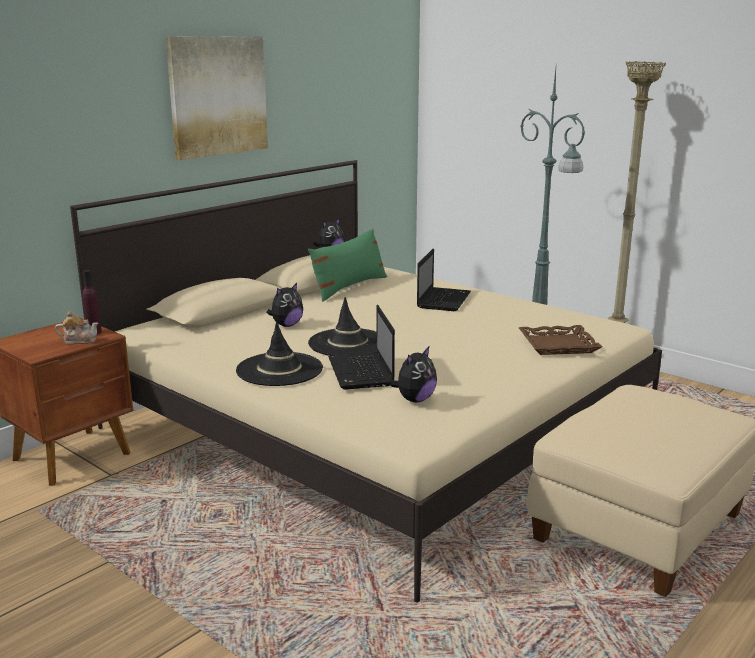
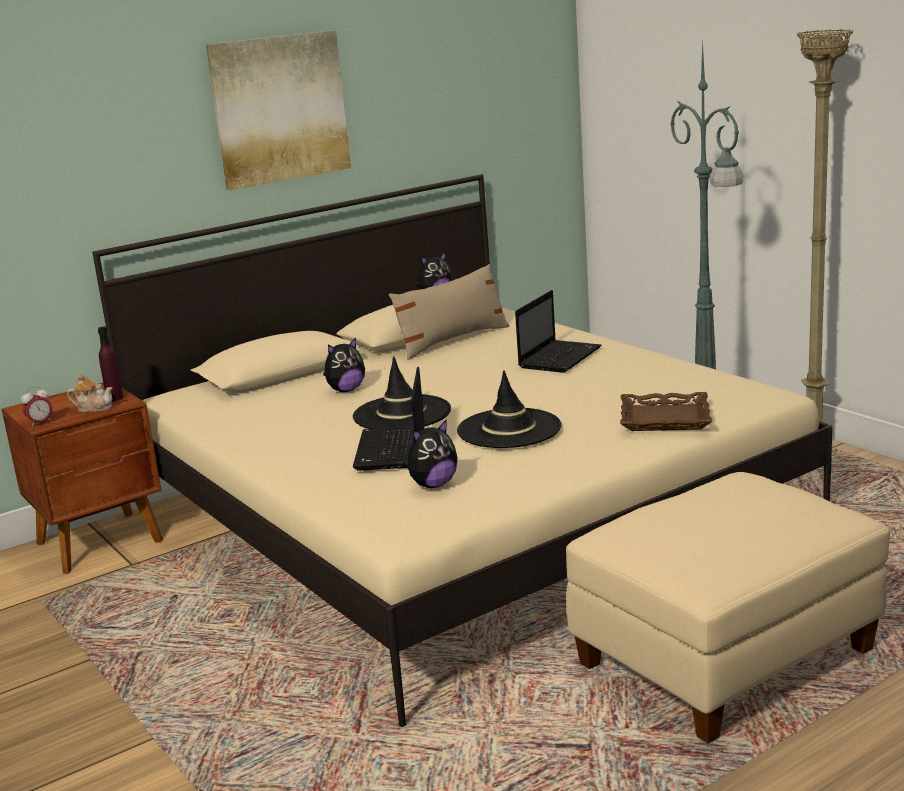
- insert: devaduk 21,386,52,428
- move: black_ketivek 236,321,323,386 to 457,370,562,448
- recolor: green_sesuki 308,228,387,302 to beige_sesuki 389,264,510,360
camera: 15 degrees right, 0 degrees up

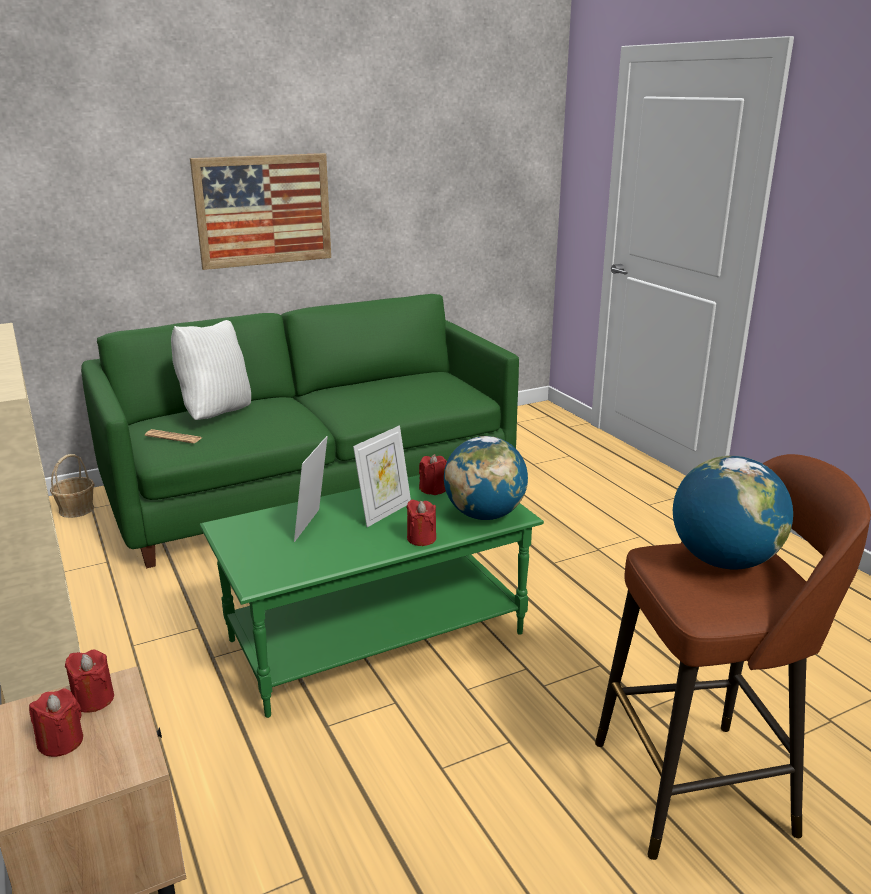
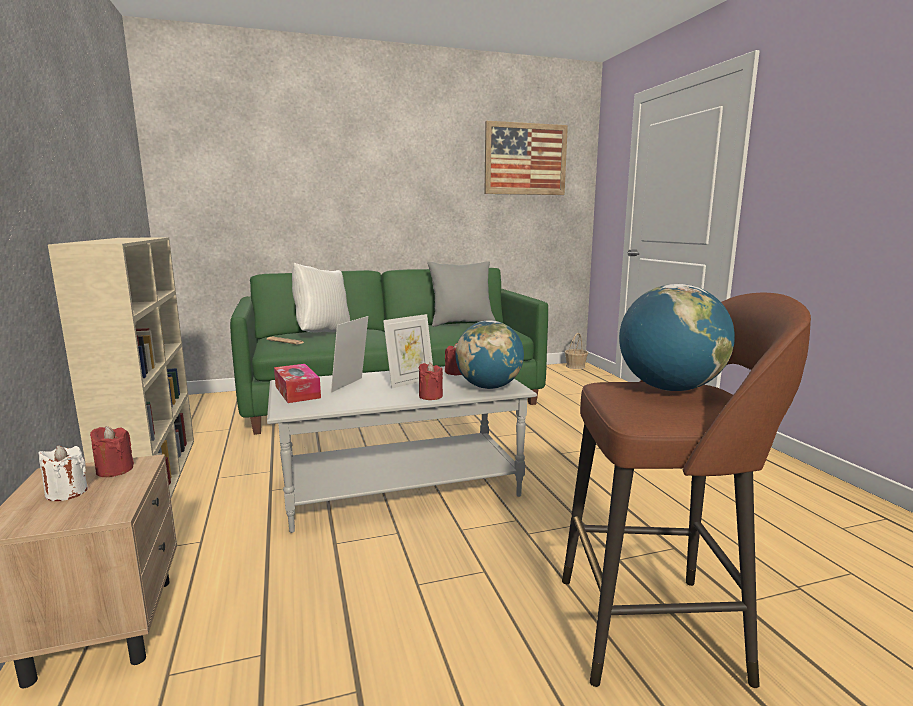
- insert: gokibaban 274,364,321,403
- insert: grey_sesuki 427,261,496,327
- move: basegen 50,454,94,518 to 564,333,588,369
- move: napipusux 190,153,331,270 to 485,121,568,195
- recolor: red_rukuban 29,688,83,757 to white_rukuban 38,446,88,501
- recolor: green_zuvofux 200,475,544,718 to grey_zuvofux 267,366,537,533
camera: 10 degrees right, 10 degrees down

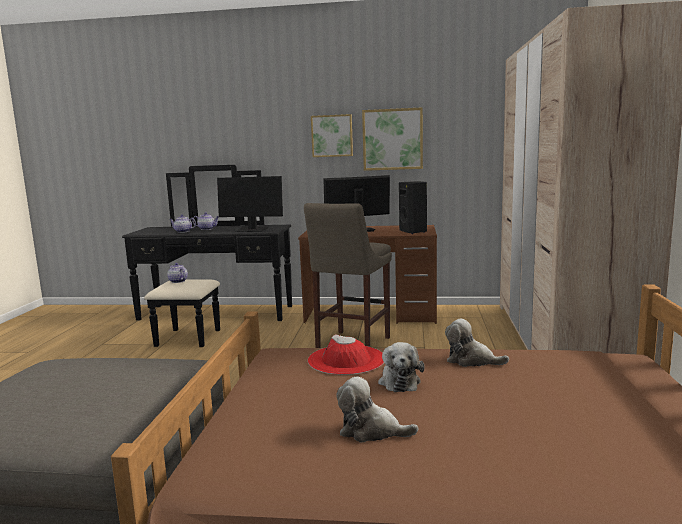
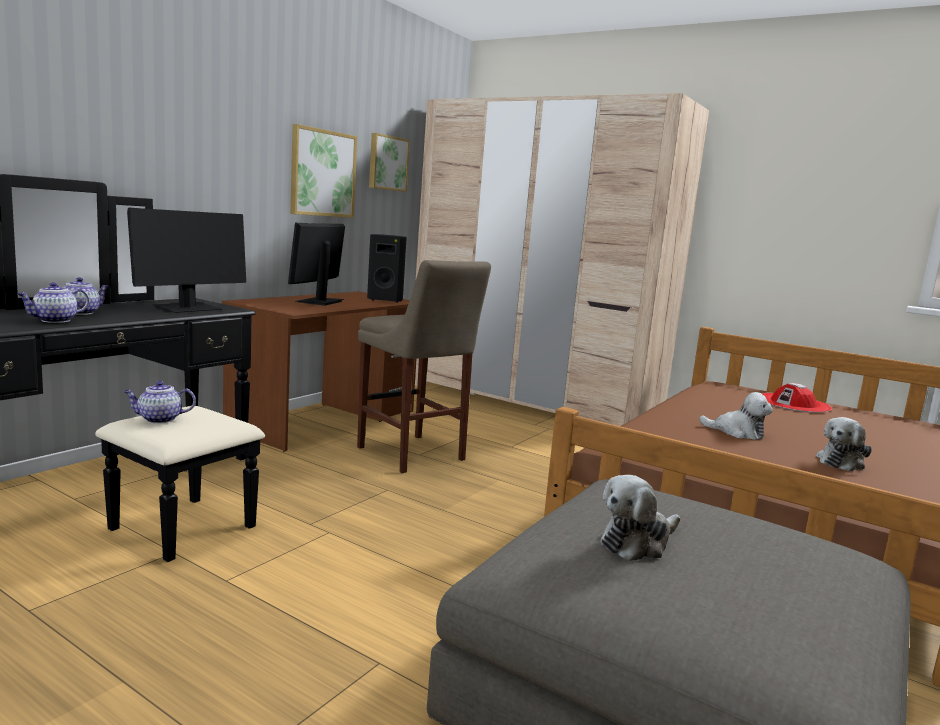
- move: red_ketivek 308,335,384,375 to 761,383,832,413
- move: napipusux 311,114,353,157 to 369,133,410,192
- move: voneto 445,318,509,367 to 600,475,680,561
camera: 65 degrees left, 0 degrees up

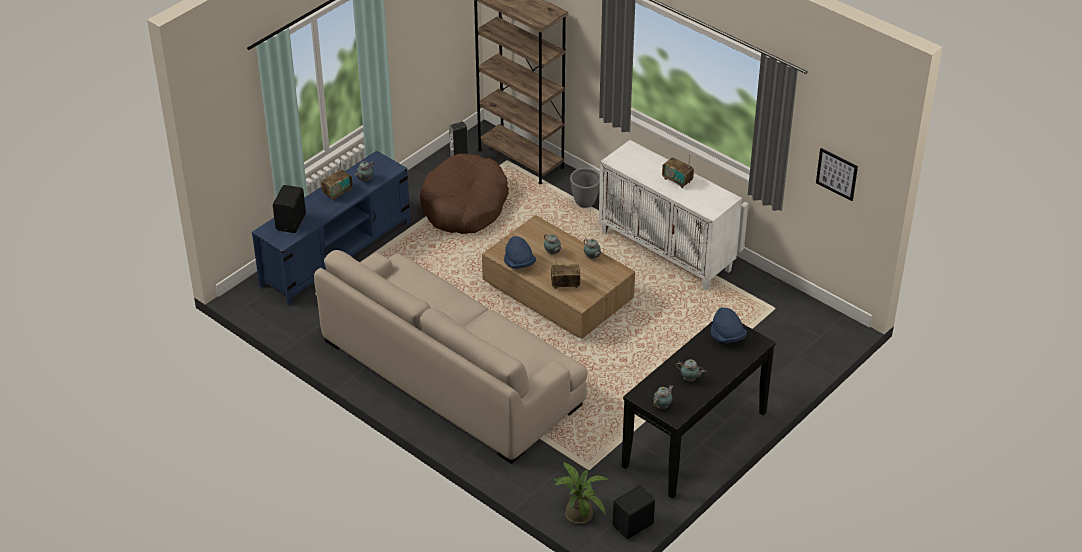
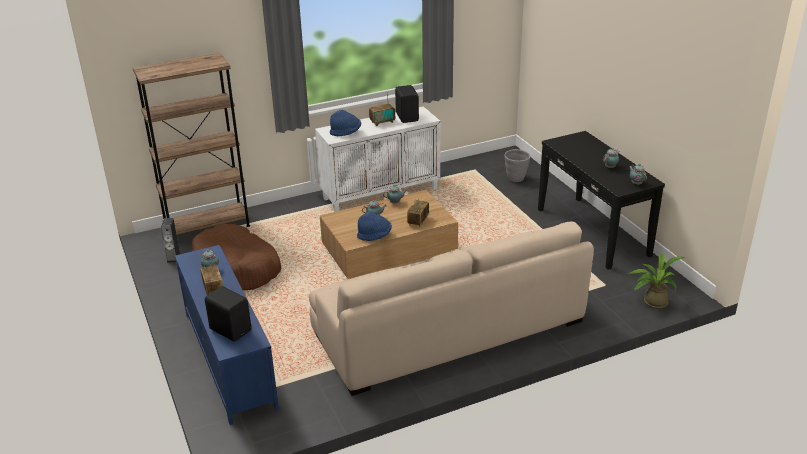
- delete: napipusux 816,148,858,201
- move: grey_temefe 570,168,600,208 to 505,149,531,182
- move: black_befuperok 613,485,655,539 to 395,85,419,123
- move: blue_ketivek 711,307,747,343 to 330,110,361,136
camera: 65 degrees left, 10 degrees down

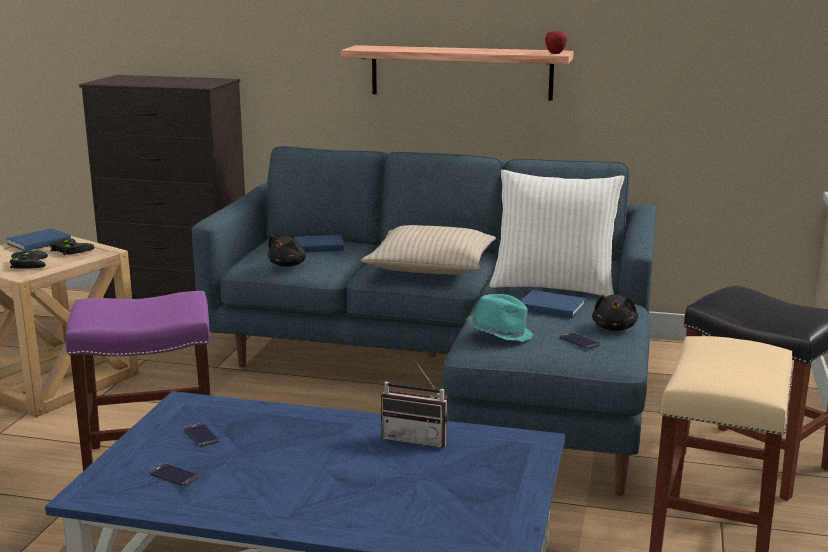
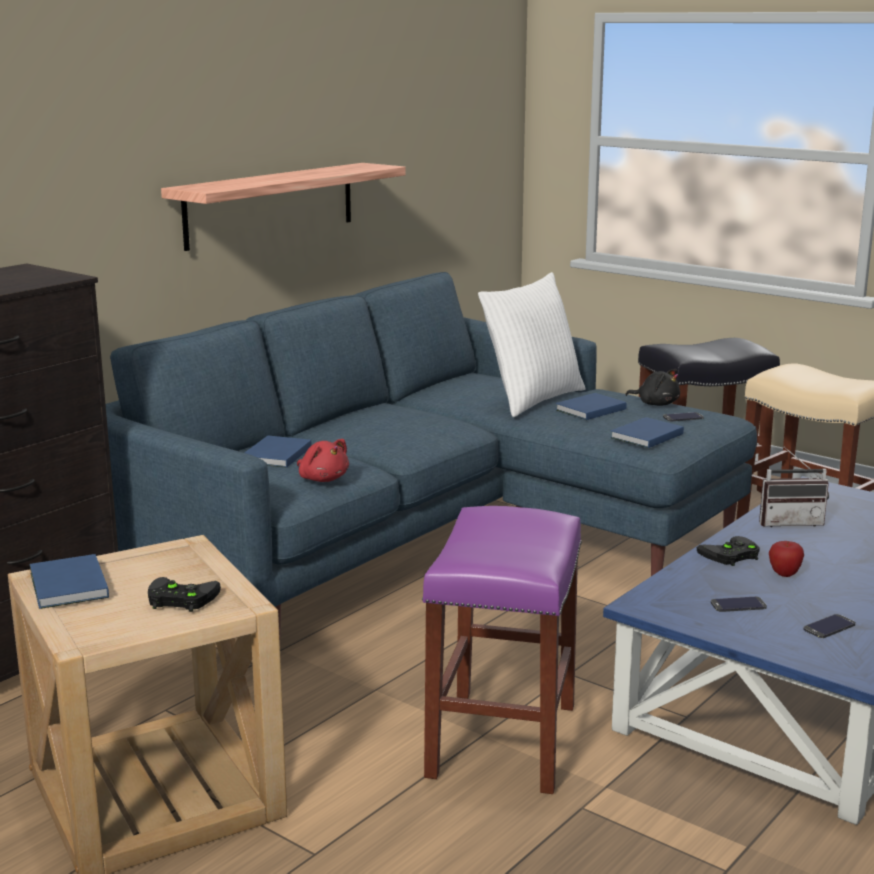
- delete: beige_sesuki 361,225,496,274
- move: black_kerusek 49,238,94,255 to 697,536,760,566
- move: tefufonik 545,29,567,54 to 769,541,804,577
- replace: turquoise_ketivek 466,294,534,341 to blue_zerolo 610,417,684,448
- recolor: black_voneto 268,235,306,267 to red_voneto 297,439,349,482
- rotate: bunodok 381,360,449,448 = 759,447,829,527 45 degrees clockwise
camera: 65 degrees left, 0 degrees up

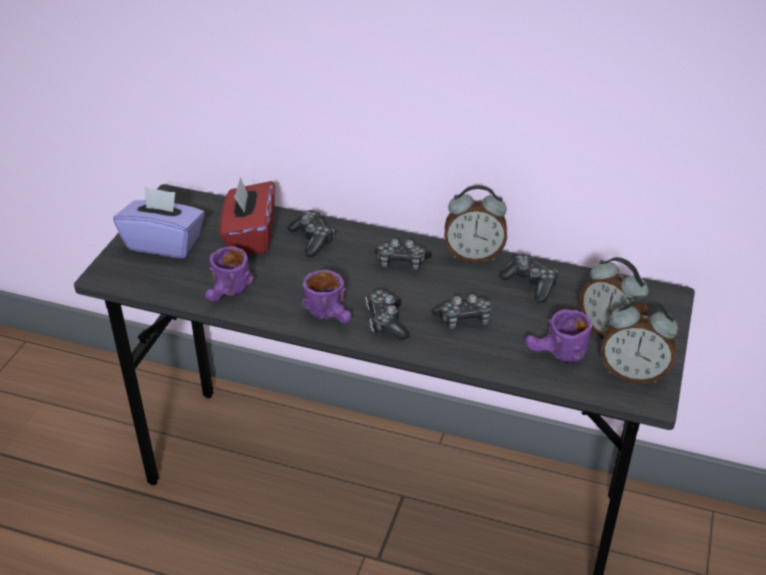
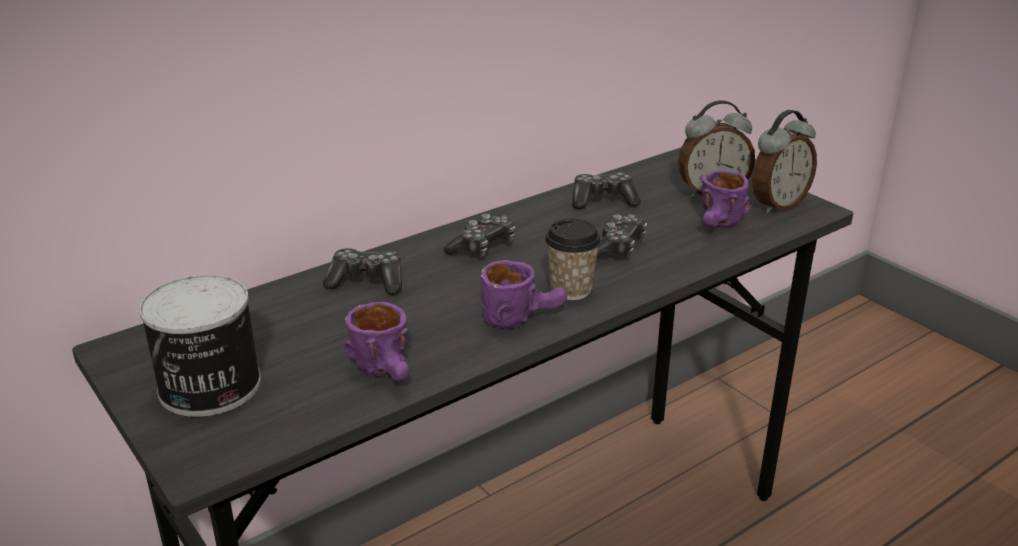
- delete: red_gokibaban 220,177,275,254
- delete: devaduk 444,185,507,263
- replace: purple_gokibaban 113,187,205,258 to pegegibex 139,274,261,417
- replace: kerusek 365,290,409,340 to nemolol 545,218,601,300
camera: 55 degrees left, 10 degrees down

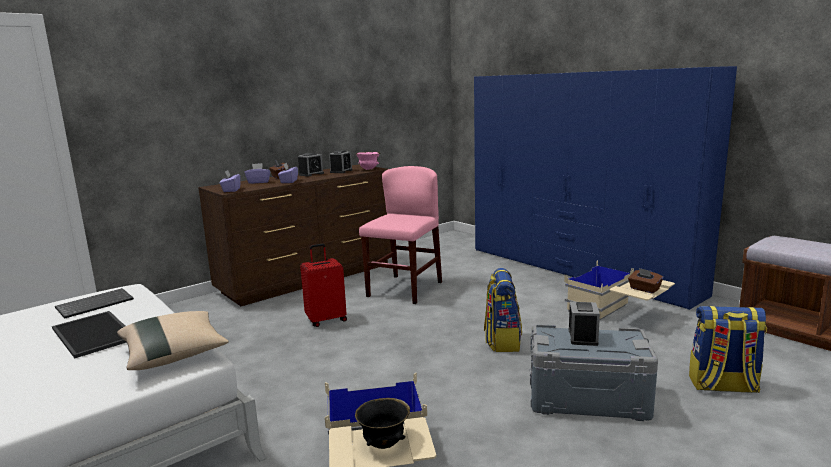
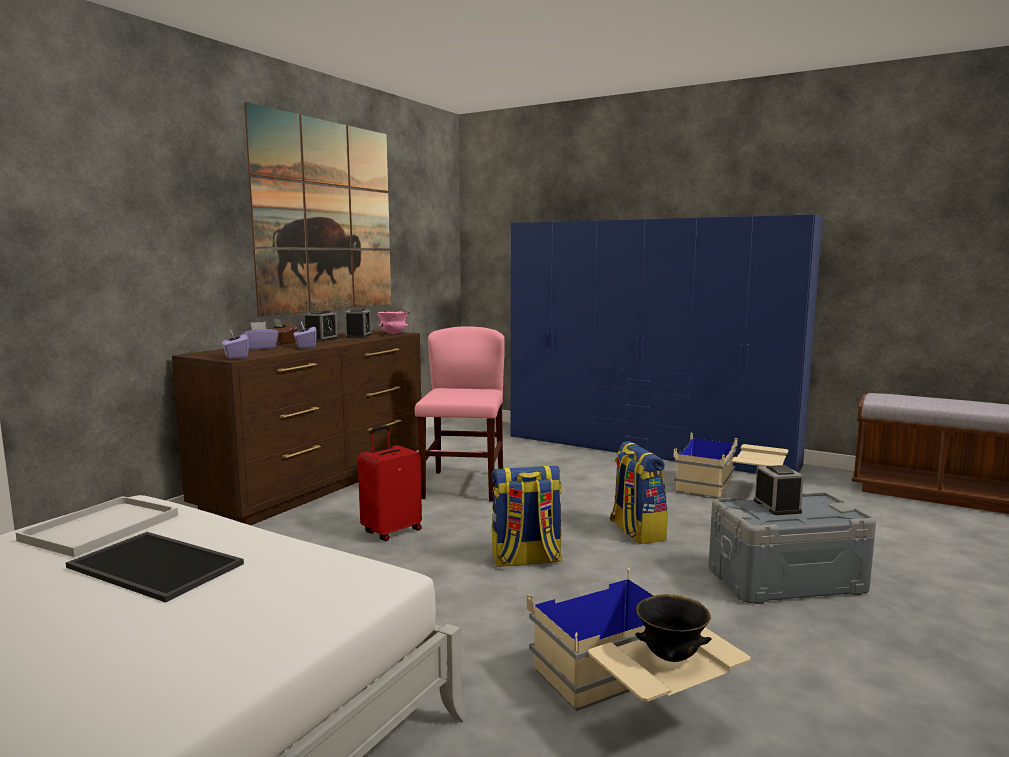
- delete: beige_sesuki 117,311,229,370
- delete: brown_gokibaban 628,268,663,293
- insert: napipusux 244,102,392,317
- move: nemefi 689,306,767,393 to 492,466,562,567
- replace: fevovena 55,288,134,319 to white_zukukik 16,496,178,557
camera: 20 degrees left, 5 degrees down

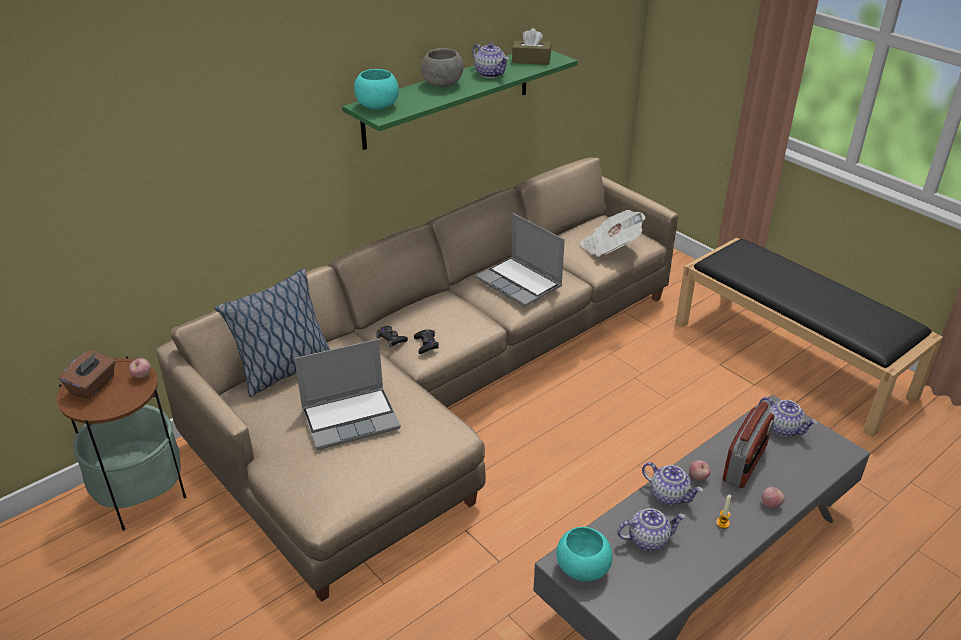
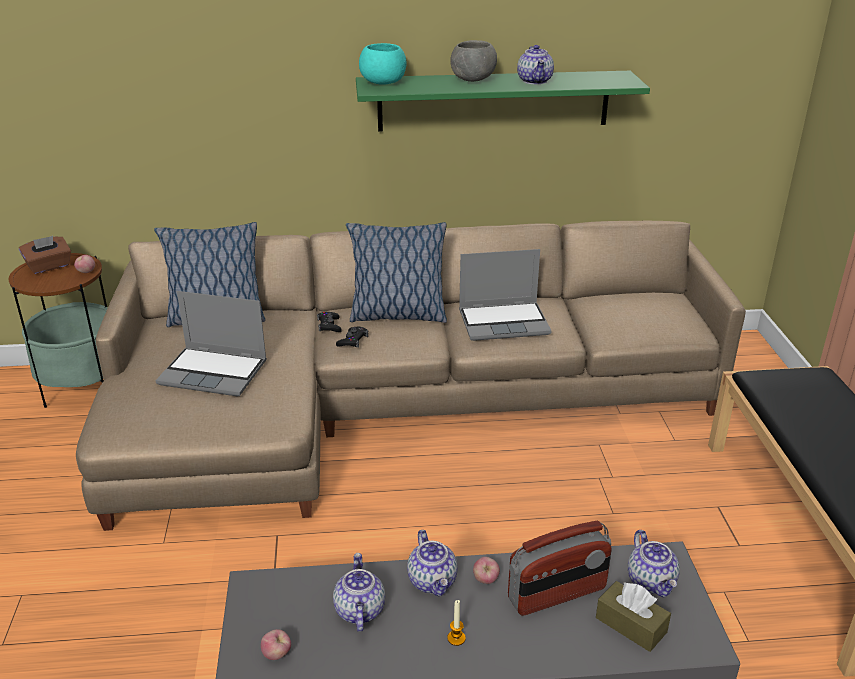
- delete: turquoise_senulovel 556,527,613,582
- delete: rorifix 580,210,646,257
- insert: sesuki 346,222,447,323
- move: brown_gokibaban 512,28,551,65 to 596,581,671,652
- move: tefufonik 762,487,785,509 to 261,629,291,660
- rotate: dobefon 476,213,565,307 = 459,249,552,341 90 degrees counterclockwise
- rotate: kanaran 617,508,685,551 = 333,553,385,632 120 degrees counterclockwise
camera: 35 degrees right, 5 degrees down

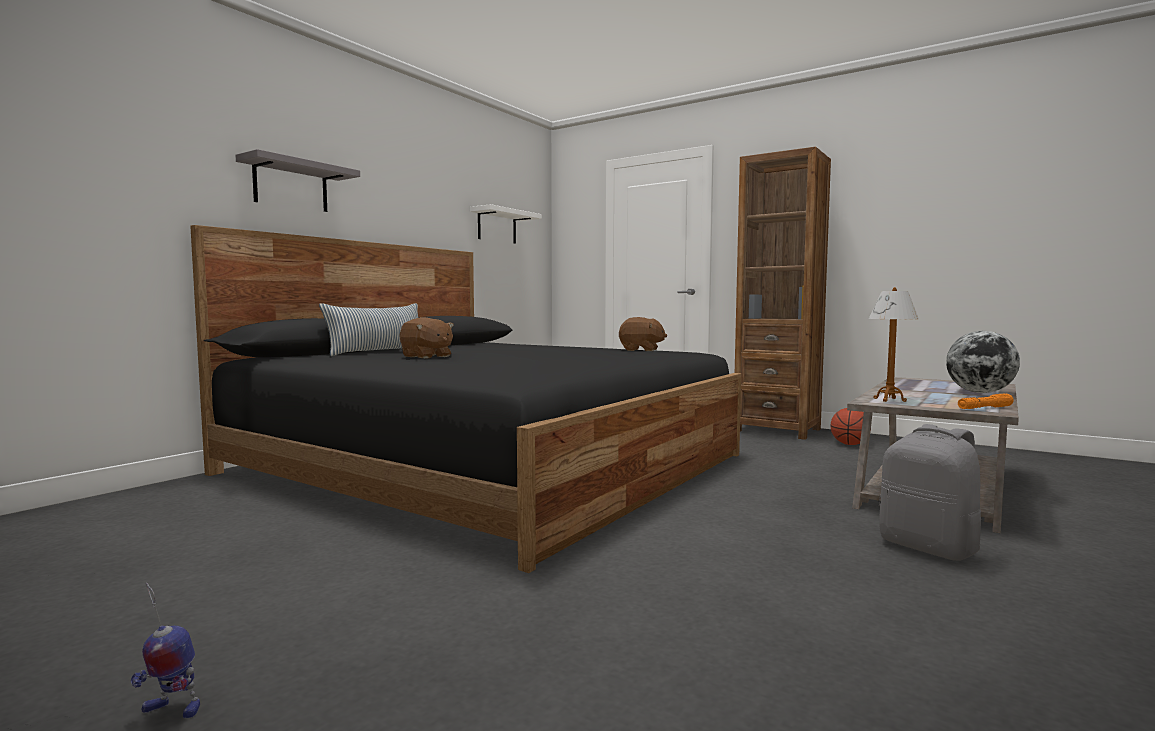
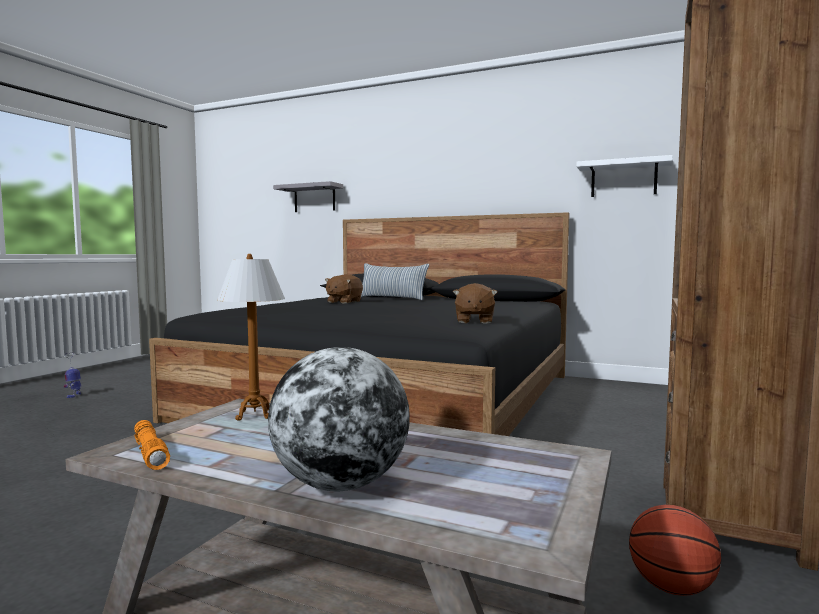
- delete: grey_nemefi 879,424,981,561
- move: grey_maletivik 236,149,360,212 to 273,181,343,212
camera: 80 degrees right, 0 degrees up

